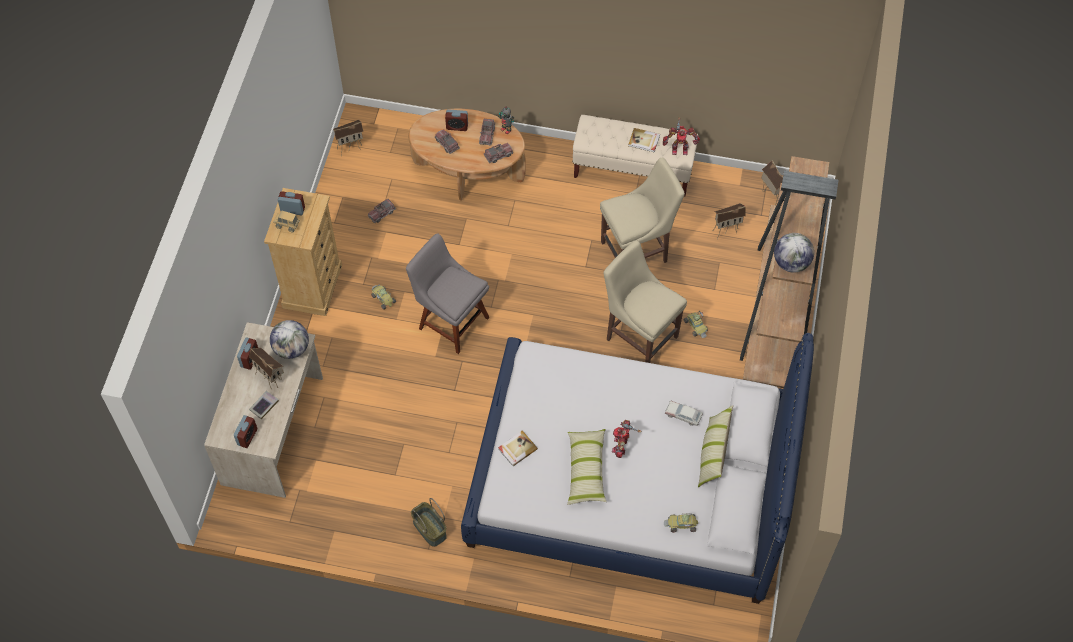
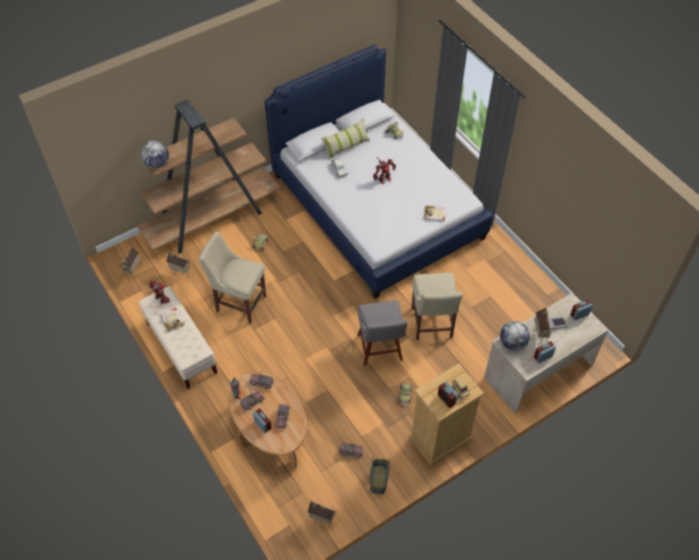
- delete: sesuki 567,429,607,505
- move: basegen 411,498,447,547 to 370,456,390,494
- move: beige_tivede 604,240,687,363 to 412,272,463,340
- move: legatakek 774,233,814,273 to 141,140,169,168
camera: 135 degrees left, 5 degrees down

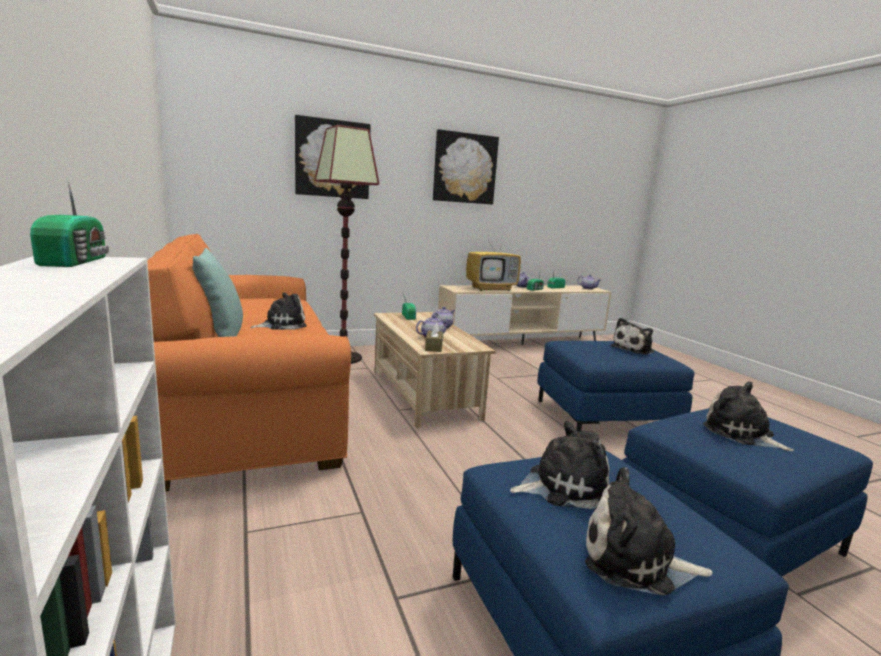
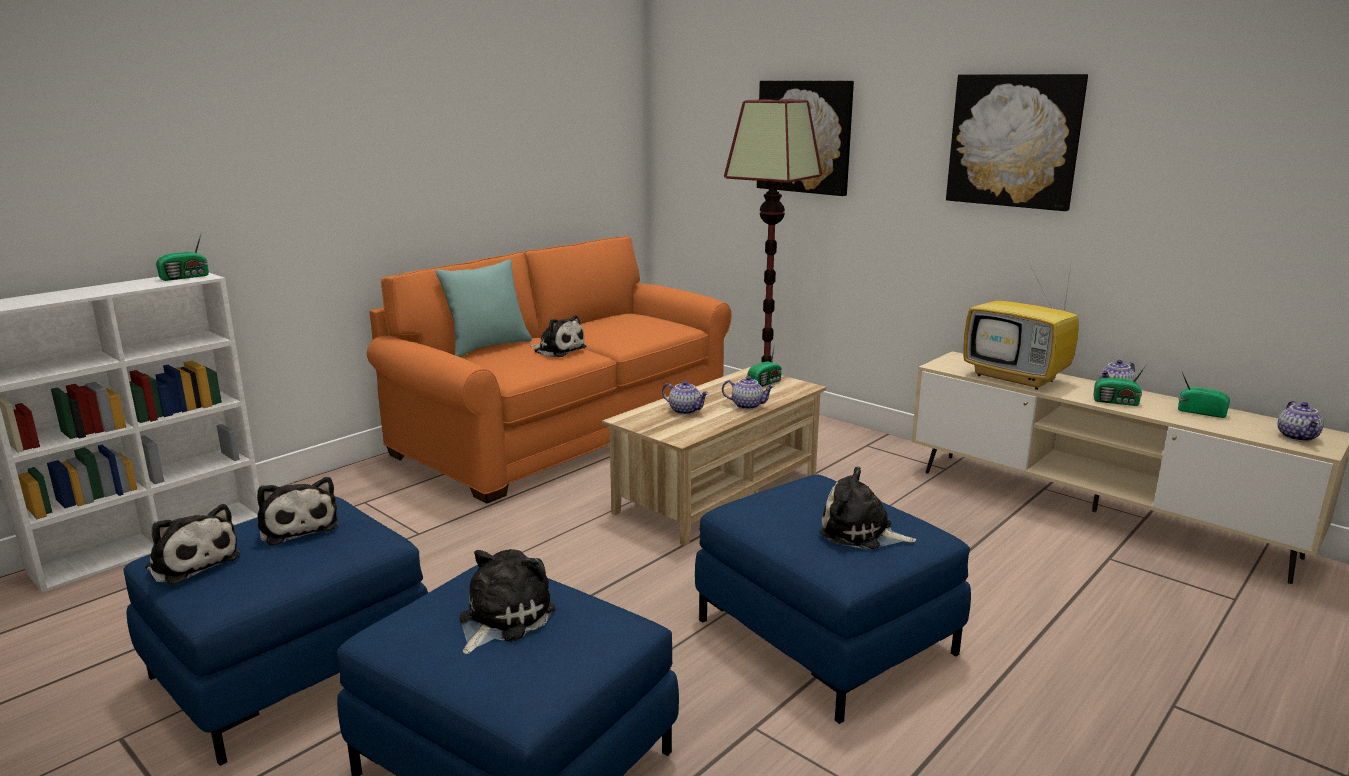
- delete: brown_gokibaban 425,323,443,352
- rotate: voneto 585,467,713,596 = 145,504,240,585 135 degrees clockwise
camera: 65 degrees right, 5 degrees up

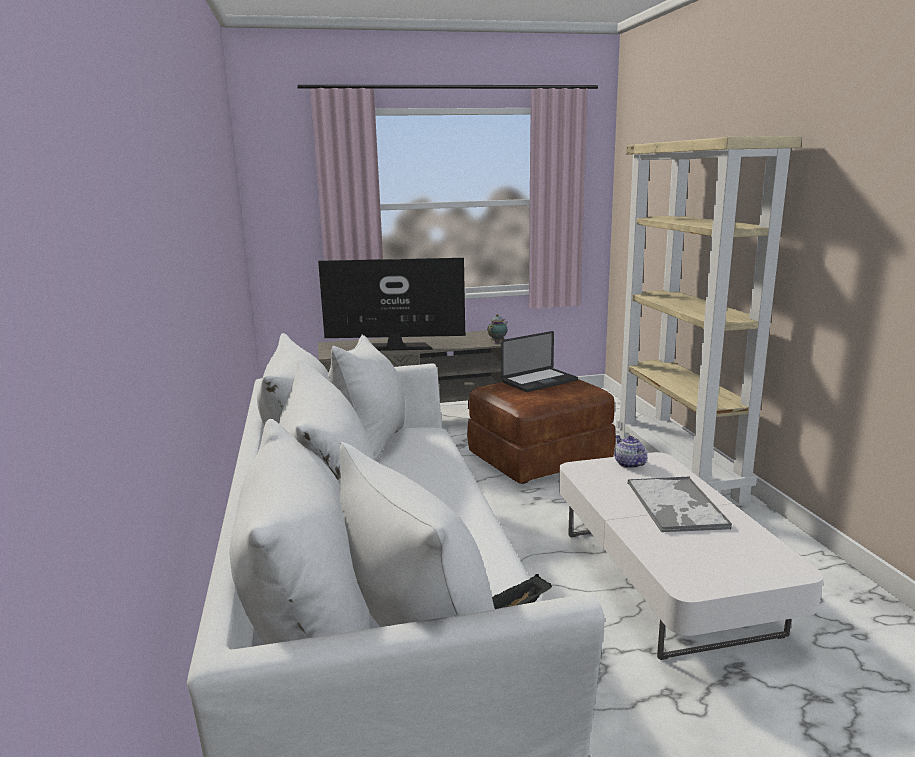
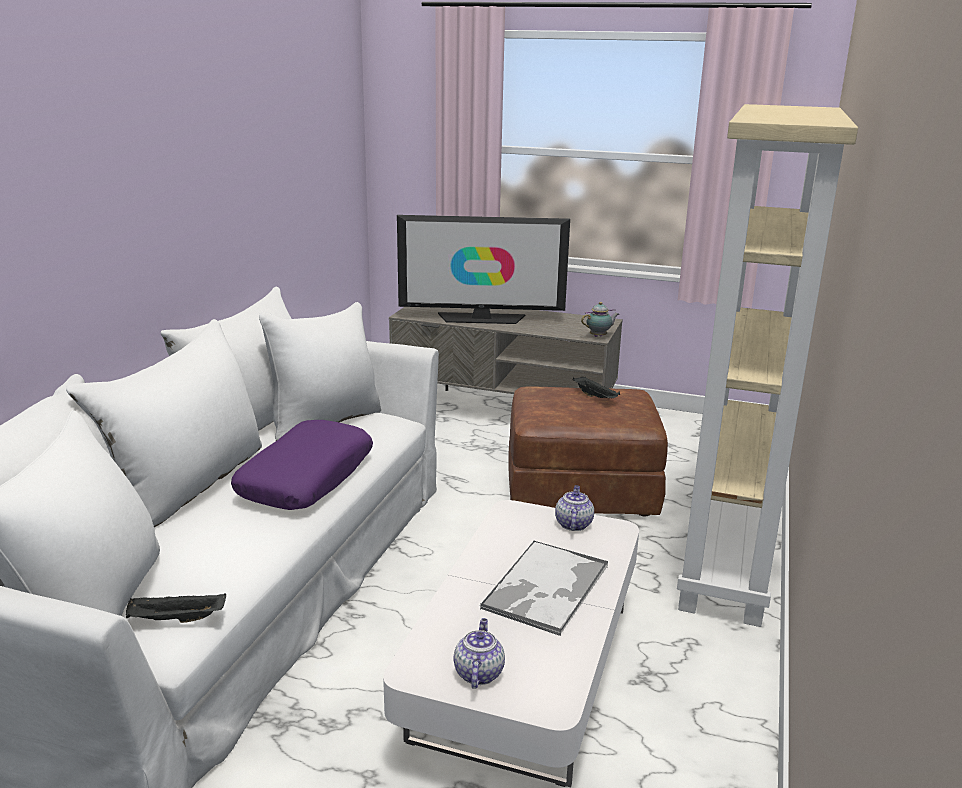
- insert: purple_sesuki 231,420,373,510
- insert: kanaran 453,618,505,689
- replace: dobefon 501,331,578,392 to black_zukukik 573,376,620,398
- rotate: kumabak 318,258,465,351 = 397,215,570,324 150 degrees clockwise
camera: 30 degrees right, 5 degrees up

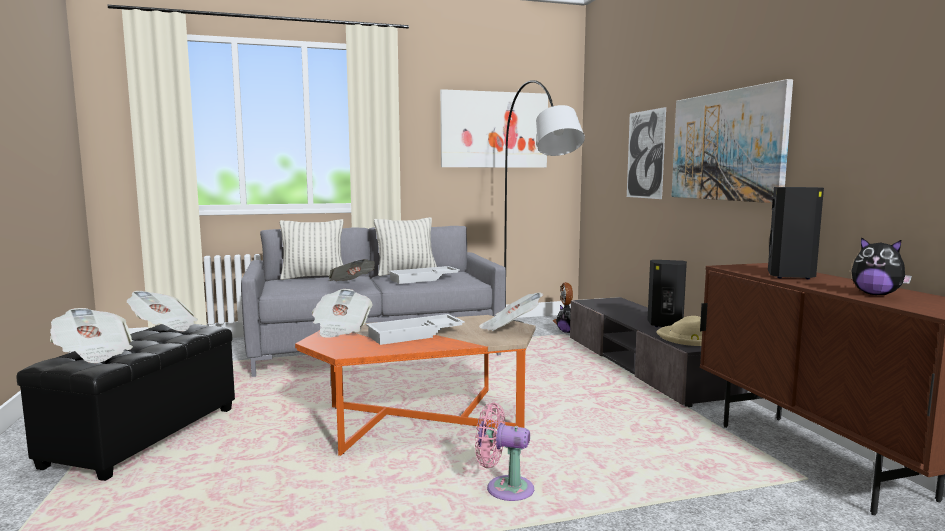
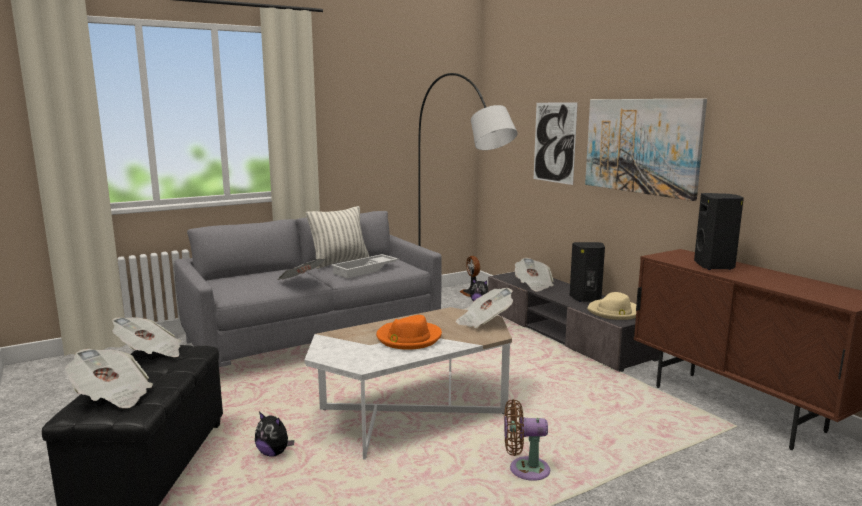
- delete: sesuki 280,219,344,280
- delete: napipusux 440,89,548,168
- move: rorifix 312,289,372,338 to 515,258,554,292
- move: voneto 852,237,912,295 to 255,412,294,457
- replace: white_zukukik 366,314,465,345 to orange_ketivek 376,315,442,350
- recolor: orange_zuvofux 295,315,536,456 to white_zuvofux 304,307,512,459
- recolor: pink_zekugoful 475,403,534,501 to brown_zekugoful 504,399,550,481
camera: 15 degrees left, 5 degrees up

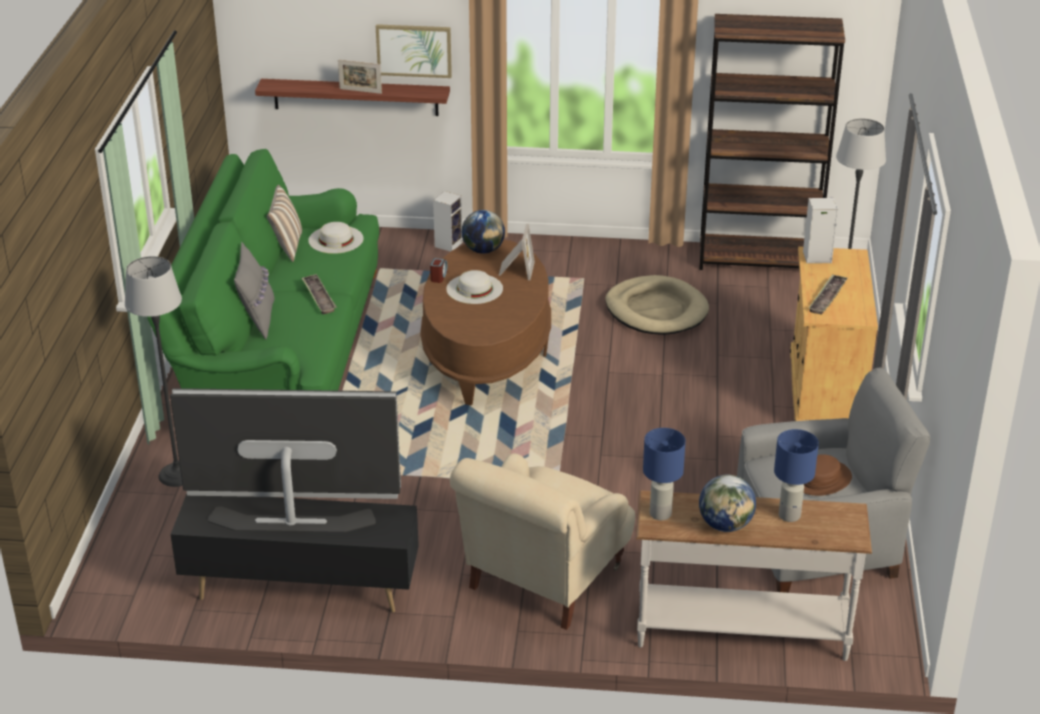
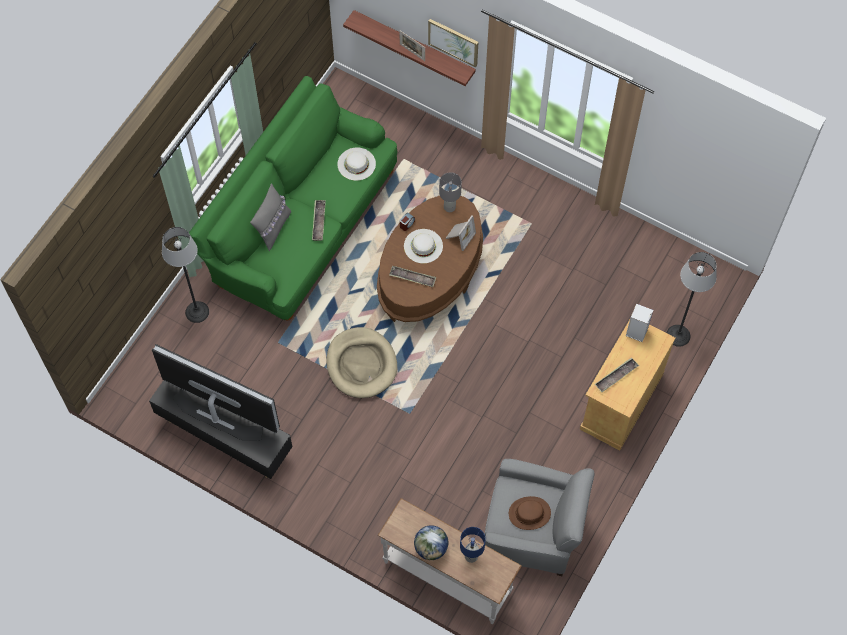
- delete: sesuki 267,185,302,262
- delete: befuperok 433,191,463,252
- delete: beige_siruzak 450,453,635,630
- delete: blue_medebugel 643,428,686,520
- delete: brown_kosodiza 699,14,845,270
- insert: zukukik 389,266,436,287
- move: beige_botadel 605,275,709,335 to 326,327,397,398
- replace: legatakek 462,210,505,254 to grey_medebugel 439,172,462,212
camera: 25 degrees right, 30 degrees up

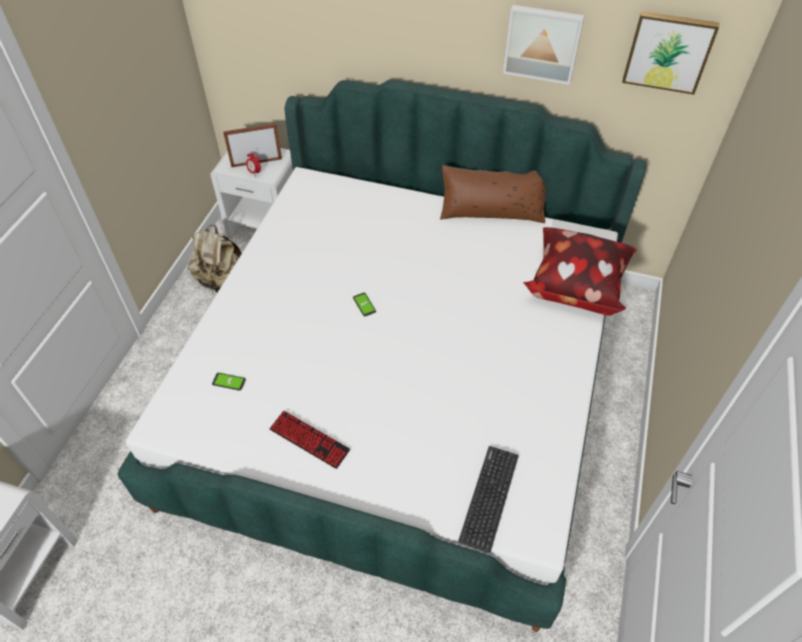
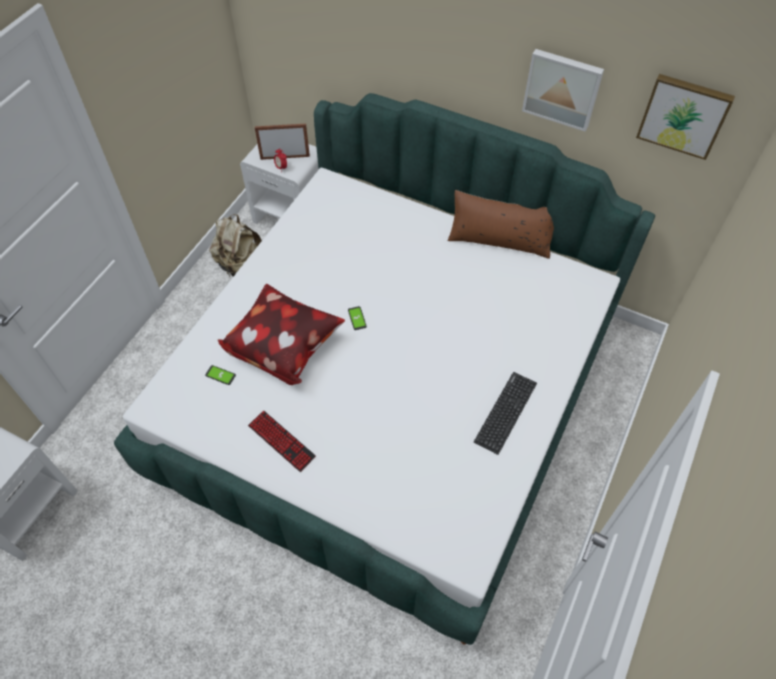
- move: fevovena 458,446,519,553 to 474,372,537,455
- move: sesuki 523,227,637,316 to 218,284,345,385
camera: 10 degrees right, 5 degrees up

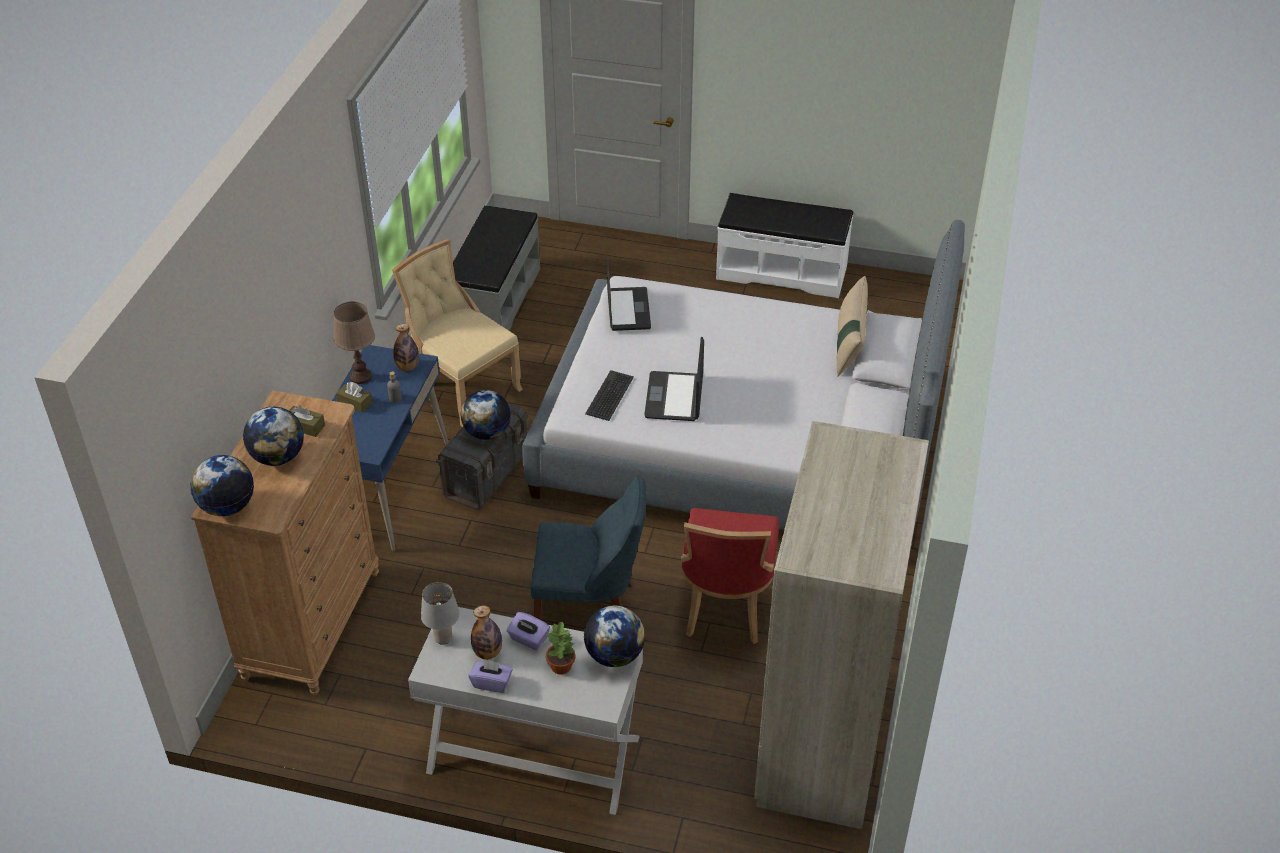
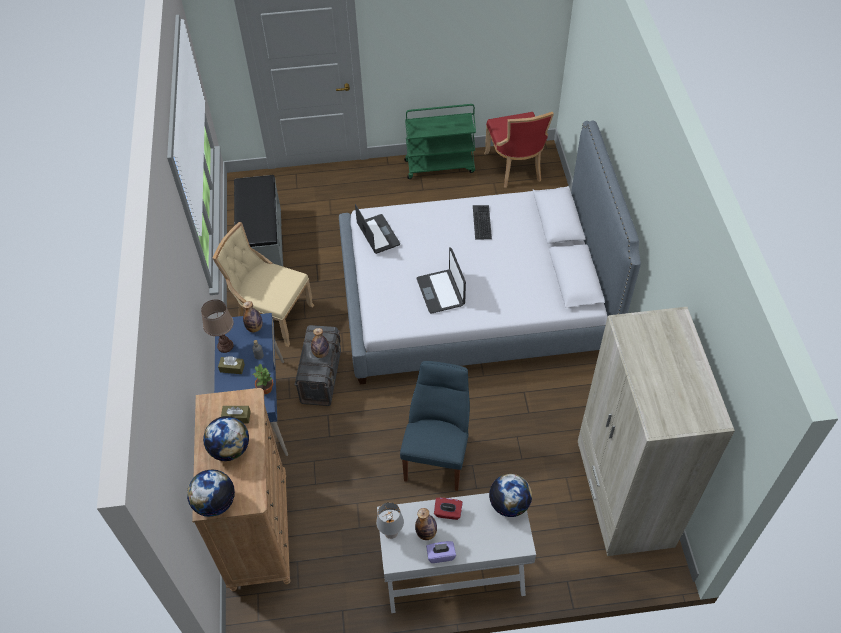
- delete: beige_sesuki 837,276,868,377
- move: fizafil 546,620,575,675 to 253,364,273,394
- move: fevovena 585,370,634,421 to 473,205,492,239
- move: red_tivede 681,508,779,644 to 484,112,554,188
- replace: legatakek 461,390,511,440 to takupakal 311,328,329,358
- replace: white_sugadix 716,193,853,298 to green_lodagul 404,104,476,179
- recolor: purple_gokibaban 507,612,550,650 to red_gokibaban 434,498,463,520
- rotate: blue_tivede 531,476,646,620 = 400,361,470,491 60 degrees counterclockwise
camera: 20 degrees left, 10 degrees up

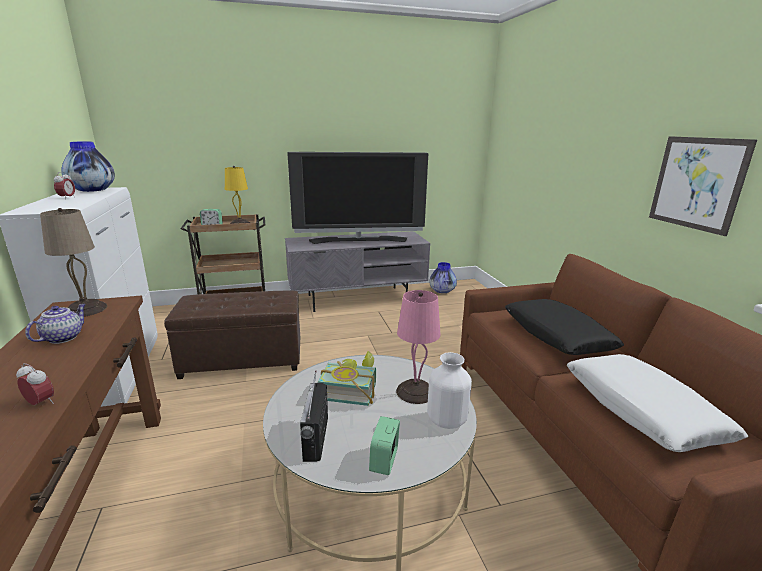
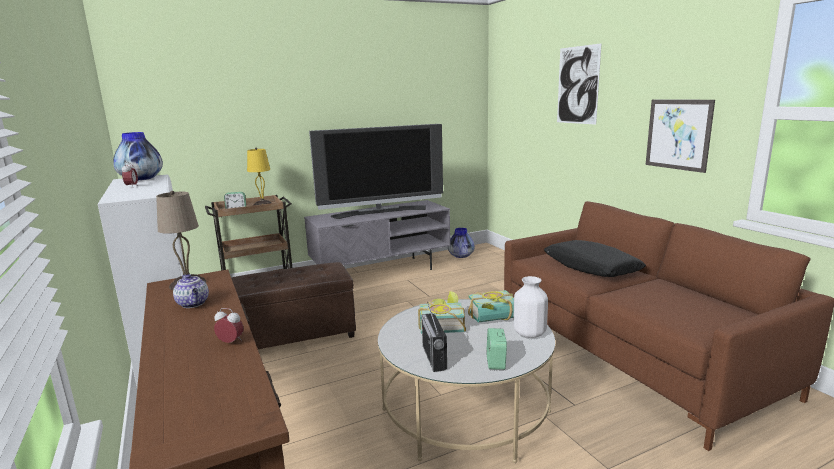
- delete: white_sesuki 567,354,748,452
- insert: napipusux 557,43,602,125
- replace: pink_medebugel 396,290,441,404 to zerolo 468,290,514,323
- rotate: kanaran 25,304,86,344 = 173,274,209,308 135 degrees clockwise
camera: 10 degrees left, 5 degrees down

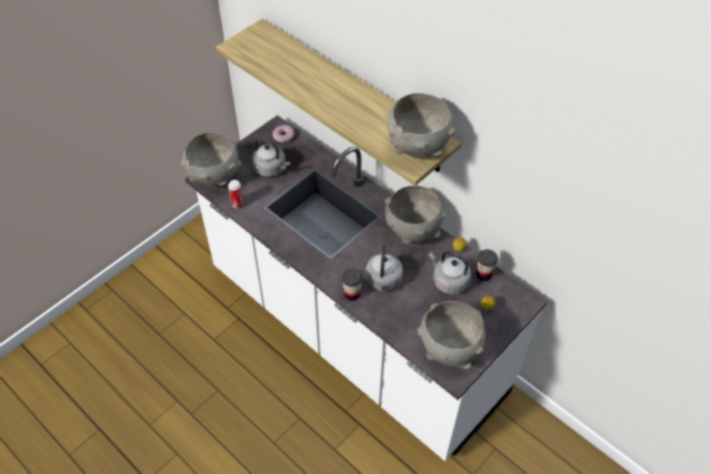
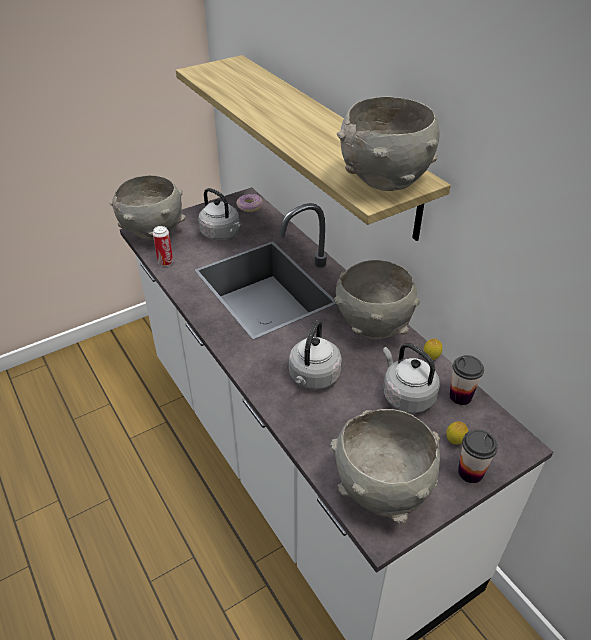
- move: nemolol 342,269,363,301 to 458,429,498,483
camera: 15 degrees right, 10 degrees down

